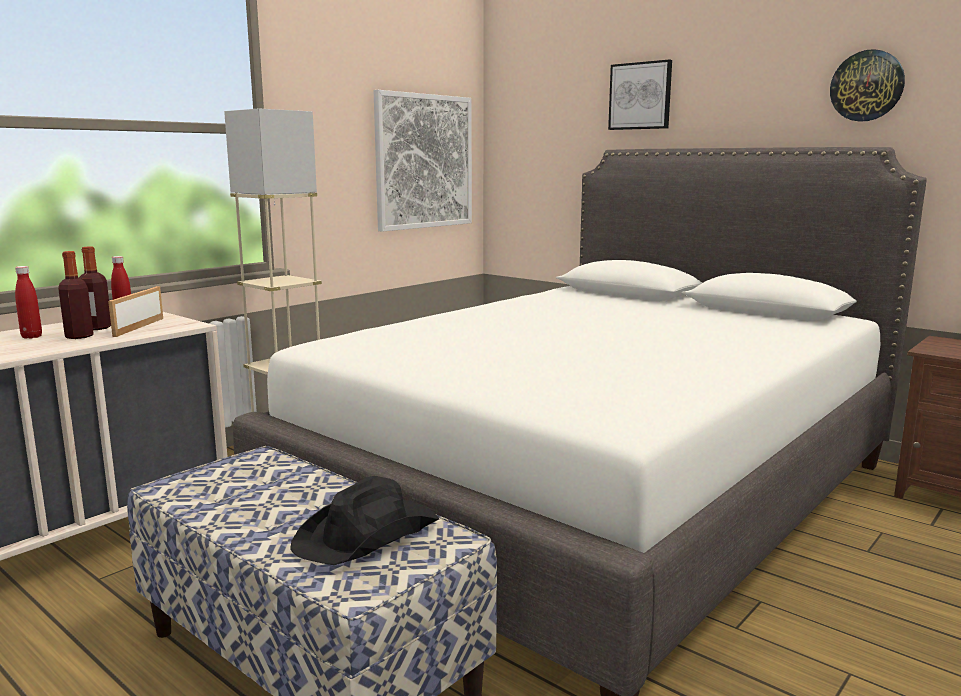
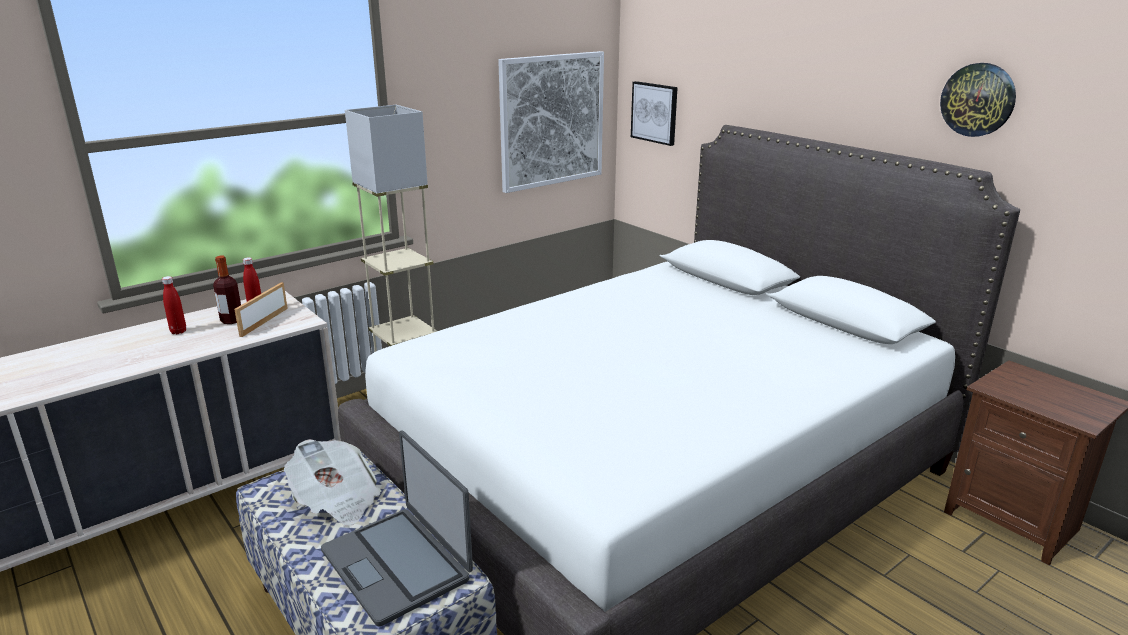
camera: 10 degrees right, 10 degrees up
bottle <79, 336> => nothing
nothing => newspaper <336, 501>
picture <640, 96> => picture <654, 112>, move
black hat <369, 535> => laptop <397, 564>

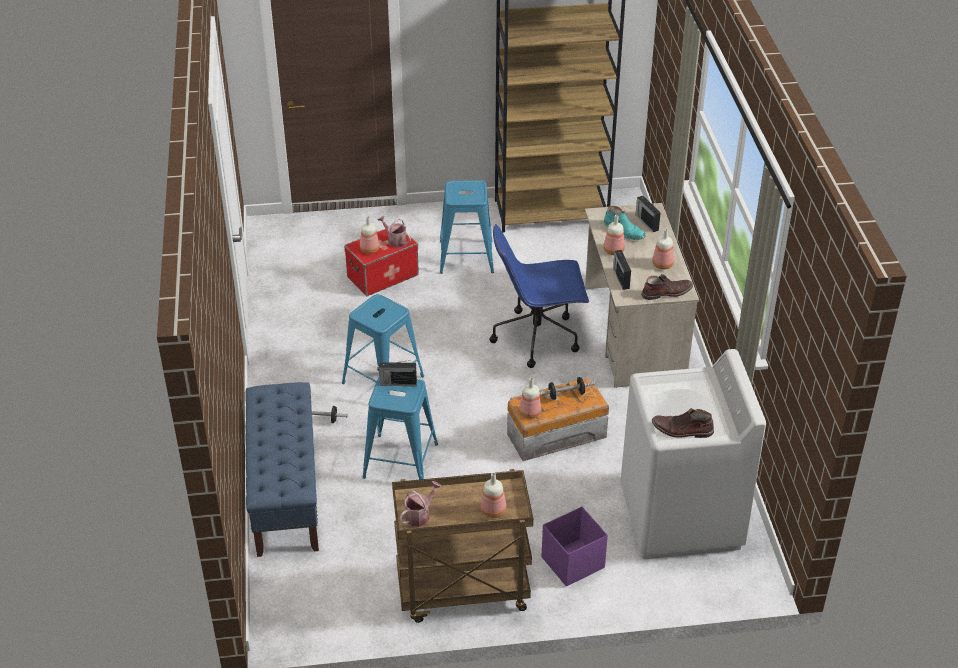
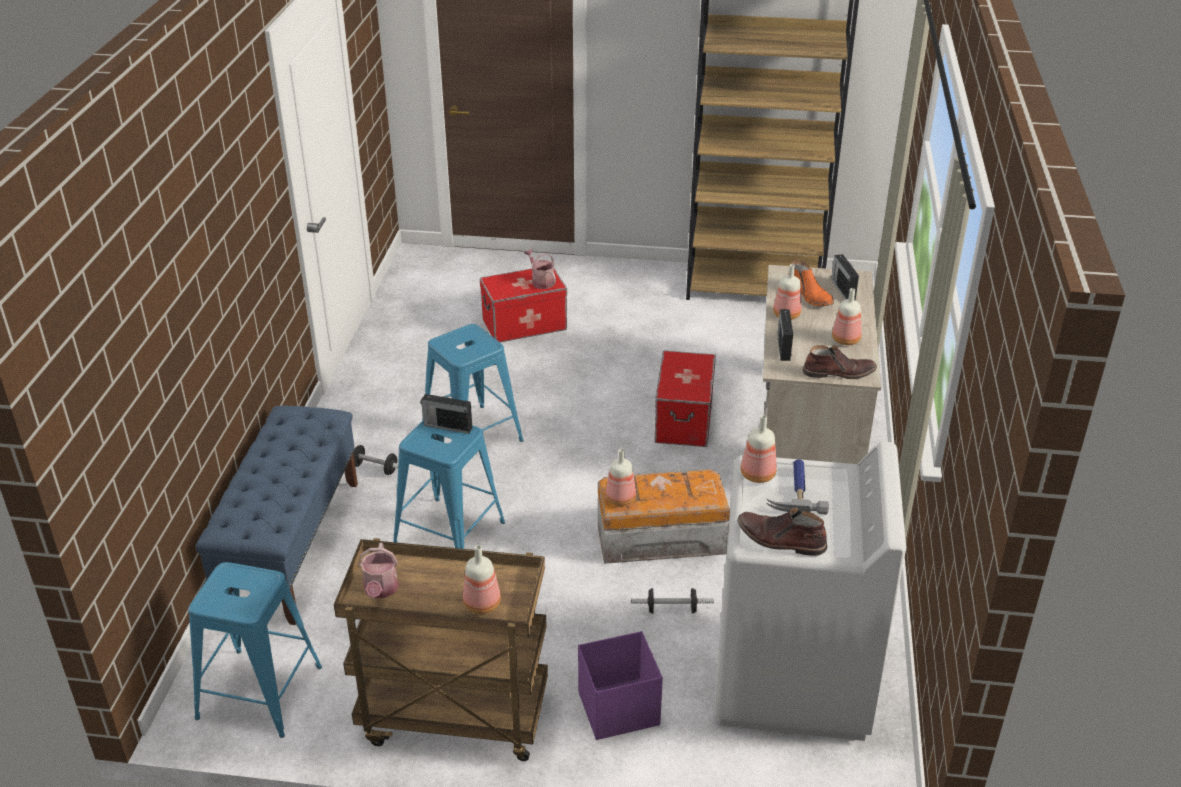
camera: 15 degrees right, 5 degrees down
nothing => hammer <795, 490>
bottle <369, 249> => bottle <756, 474>, move
blue stool <466, 256> => blue stool <260, 692>, move
dumbbell <566, 395> => dumbbell <671, 609>, move
blue office chair <537, 337> => storage box <683, 420>
turquoise boot <624, 231> => orange boot <810, 295>
watering can <420, 515> => watering can <380, 590>, 120 degrees clockwise

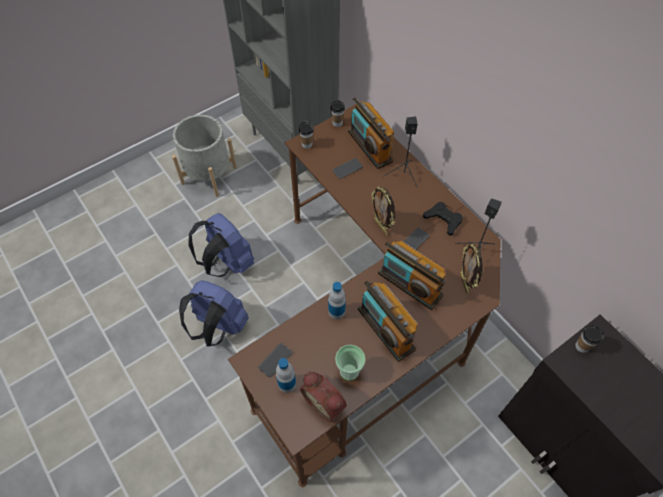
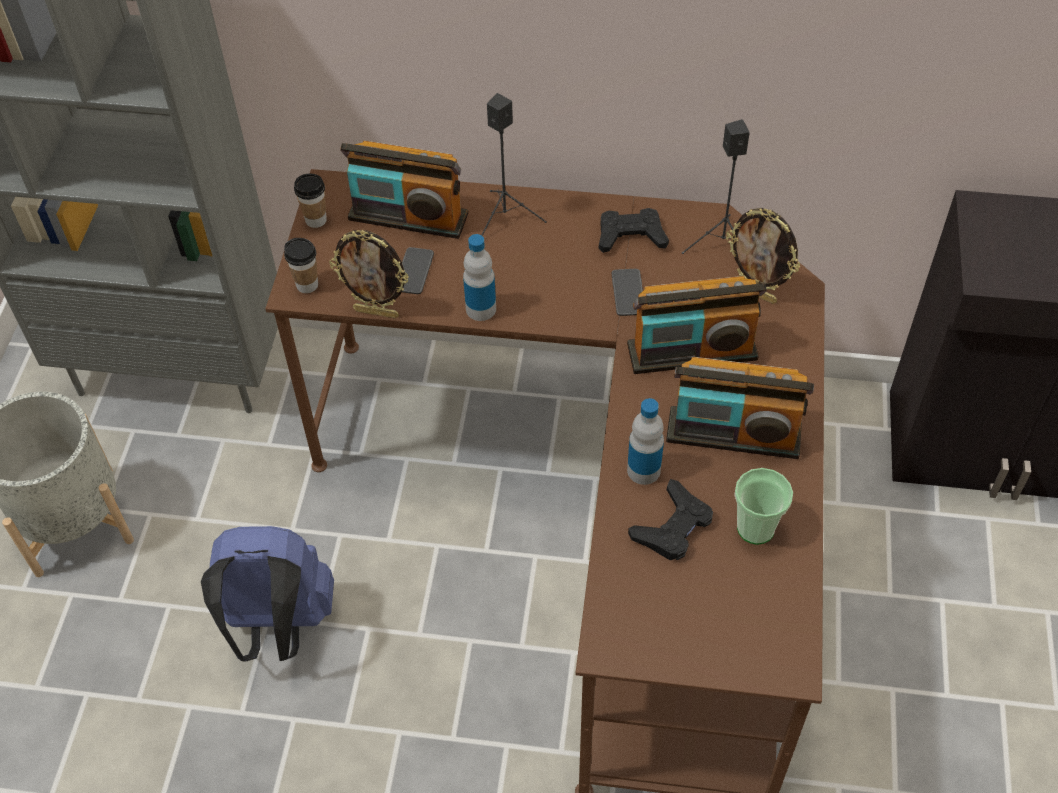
camera: 45 degrees left, 5 degrees down
blue backpack <218, 327> => nothing
phone <275, 360> => nothing
alarm clock <325, 402> => nothing
cup <582, 346> => nothing
nothing => black game controller <673, 527>
bottle <287, 384> => bottle <481, 309>, move
picture frame <381, 227> => picture frame <377, 312>, move

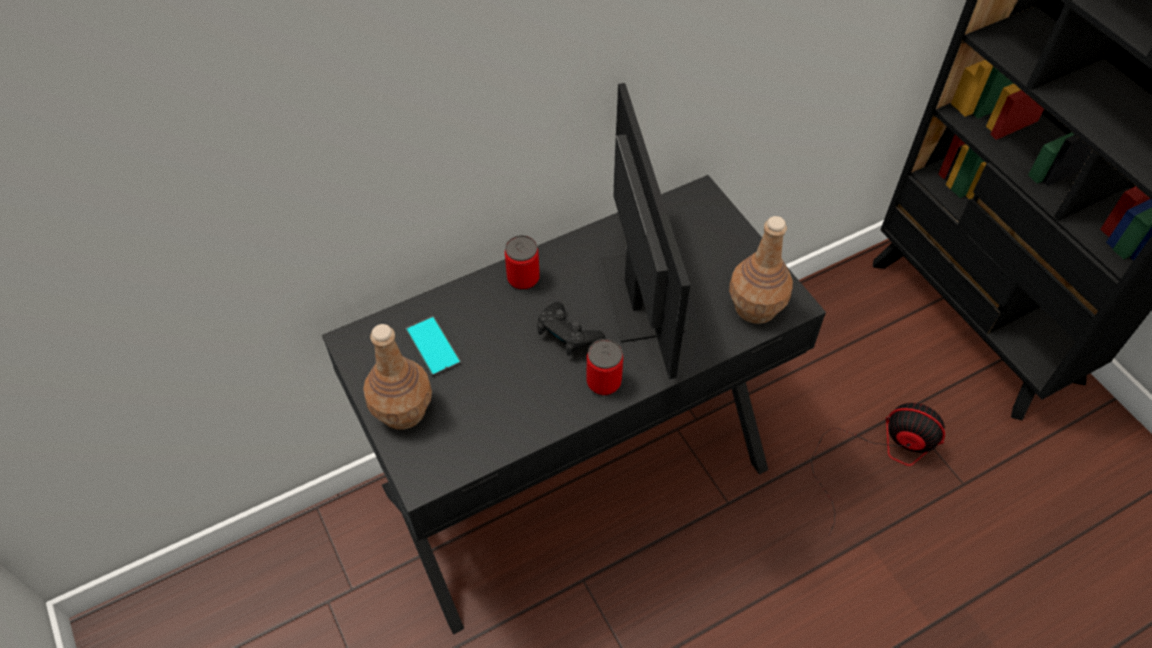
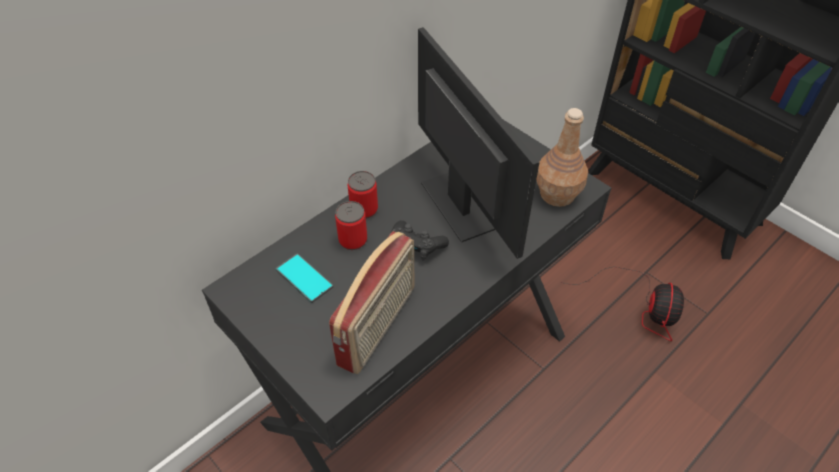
camera: 15 degrees left, 5 degrees down
brown bottle <403, 409> => nothing
nothing => radio <378, 326>
can <603, 382> => can <353, 240>, move
fan <879, 454> => fan <641, 306>, 90 degrees clockwise

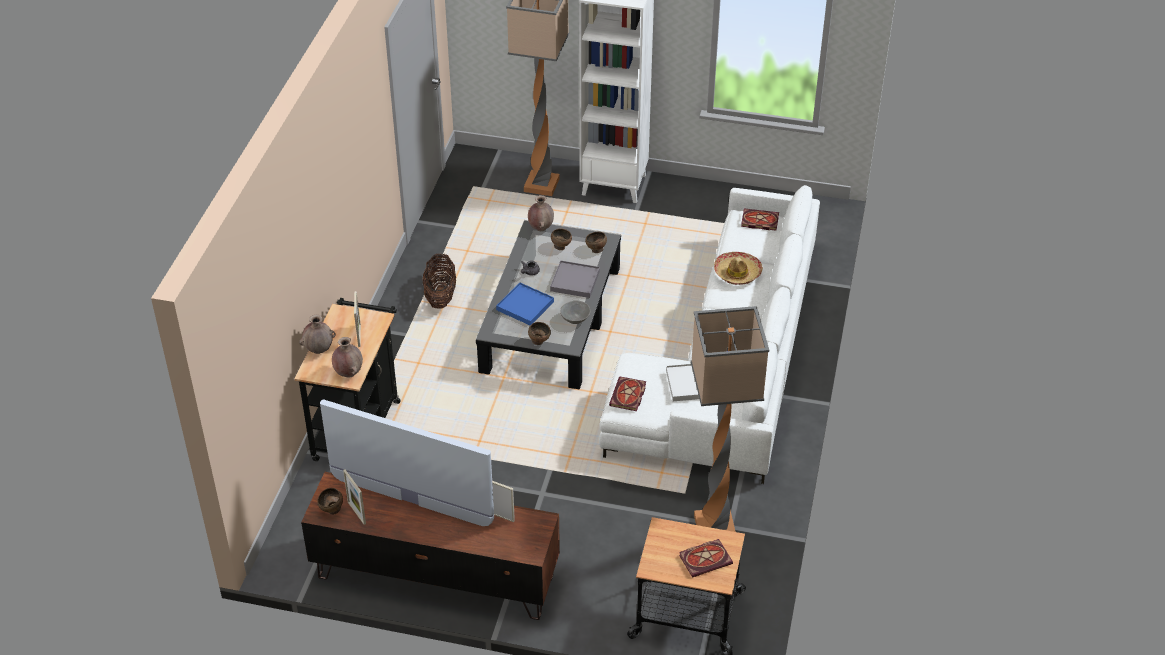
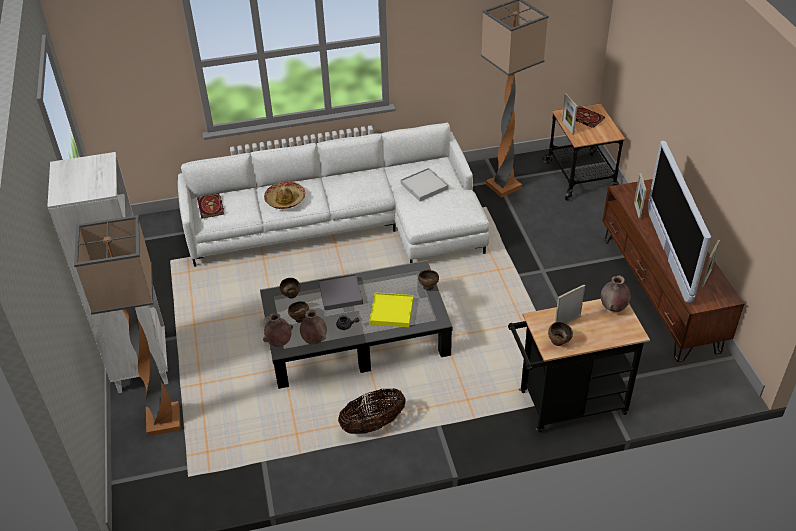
camera: 115 degrees left, 0 degrees up
grey bowl <575, 319> => nothing
book <628, 396> => nothing
nothing => picture frame <567, 128>
brown vase <319, 350> => brown vase <314, 340>, move
brown bowl <332, 510> => brown bowl <559, 342>, move
blue tray <525, 306> => yellow tray <392, 311>

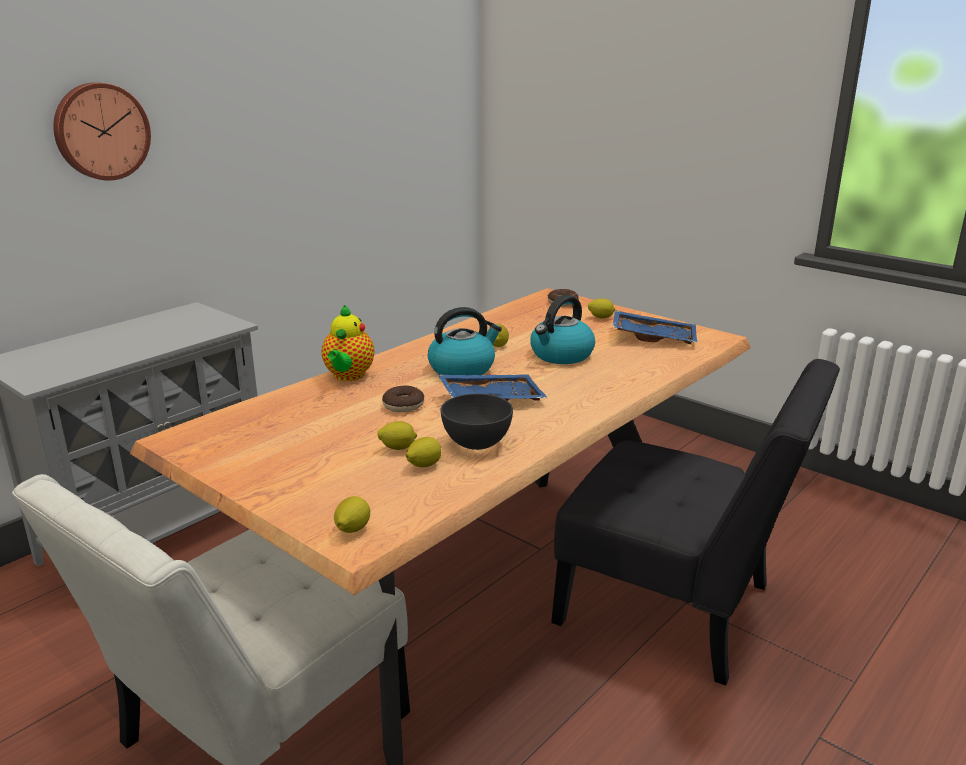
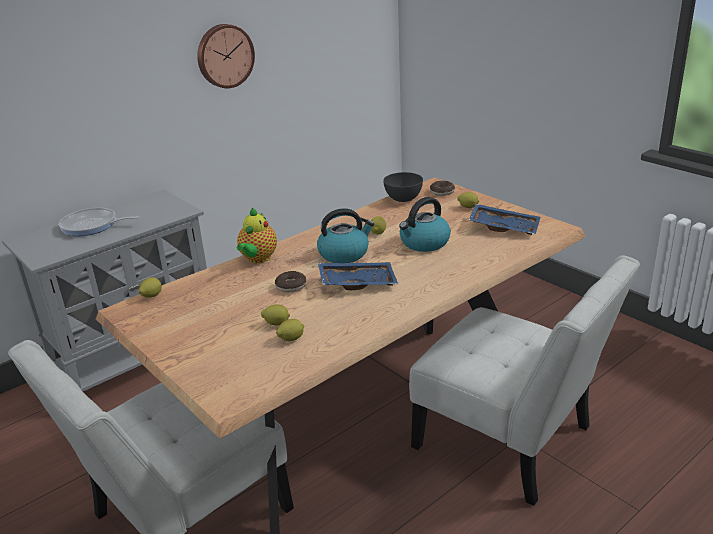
camera: 10 degrees right, 5 degrees up
nothing => frying pan <92, 226>
wall clock <101, 131> => wall clock <224, 56>, move
lemon <352, 529> => lemon <151, 296>, move
grey bowl <477, 443> => grey bowl <403, 199>, move
black chair <676, 610> => white chair <511, 442>

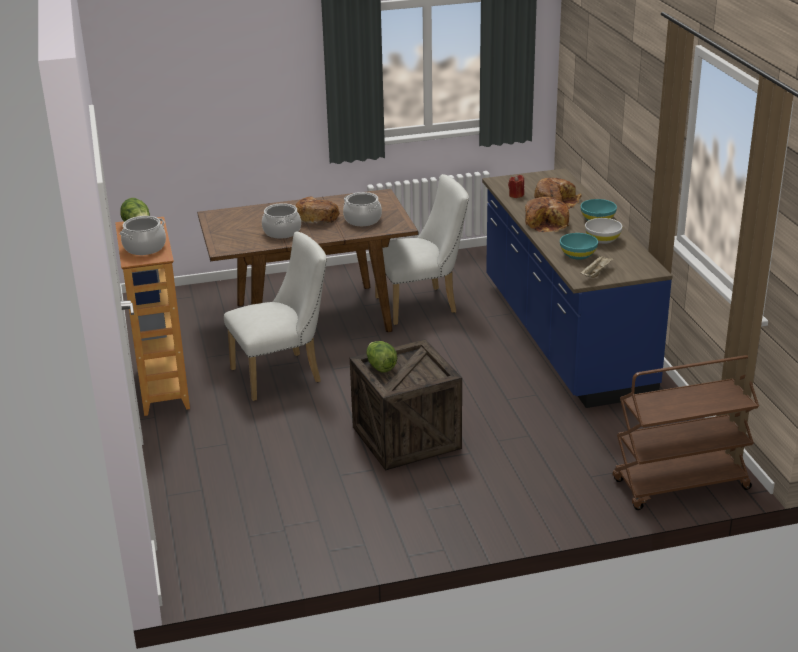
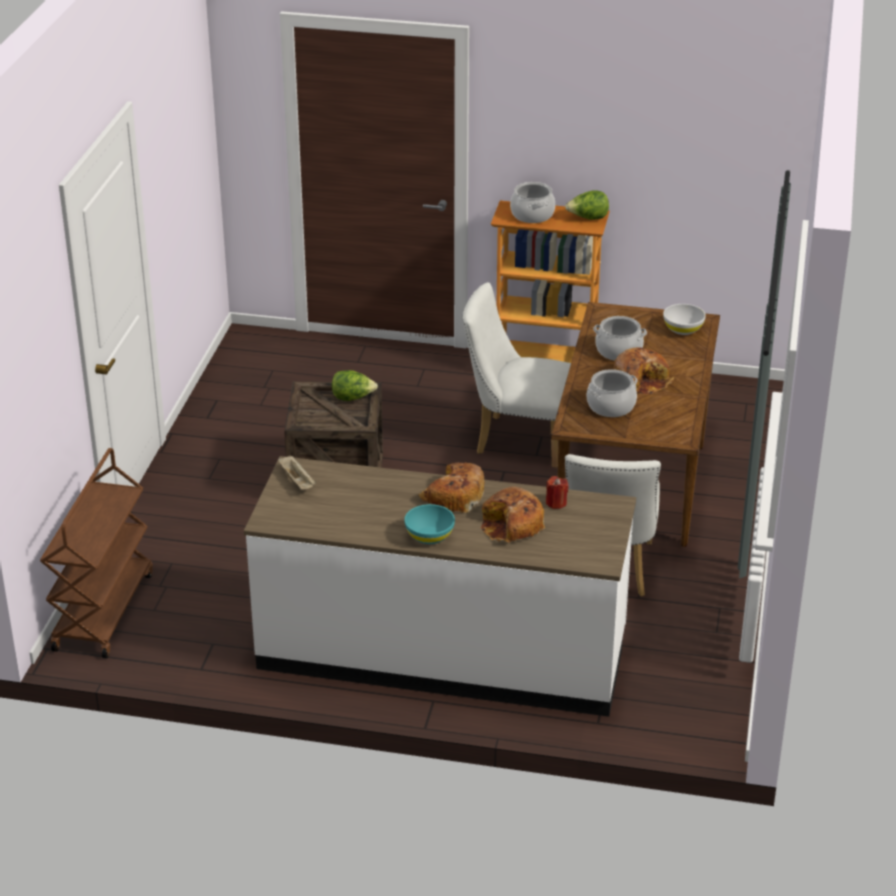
camera: 115 degrees right, 5 degrees up
turquoise bowl <578, 255> => nothing
white bowl <602, 239> => white bowl <683, 329>, move
blue counter <563, 336> => white counter <442, 652>
white chair <283, 375> => white chair <516, 440>, 105 degrees clockwise

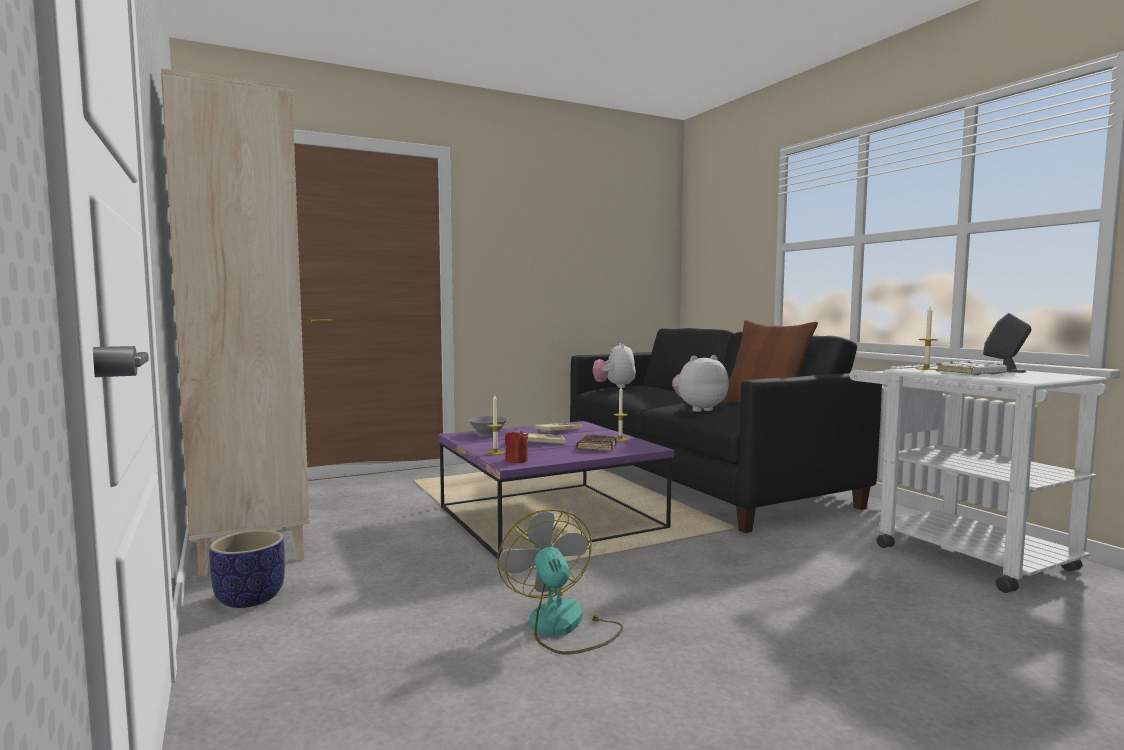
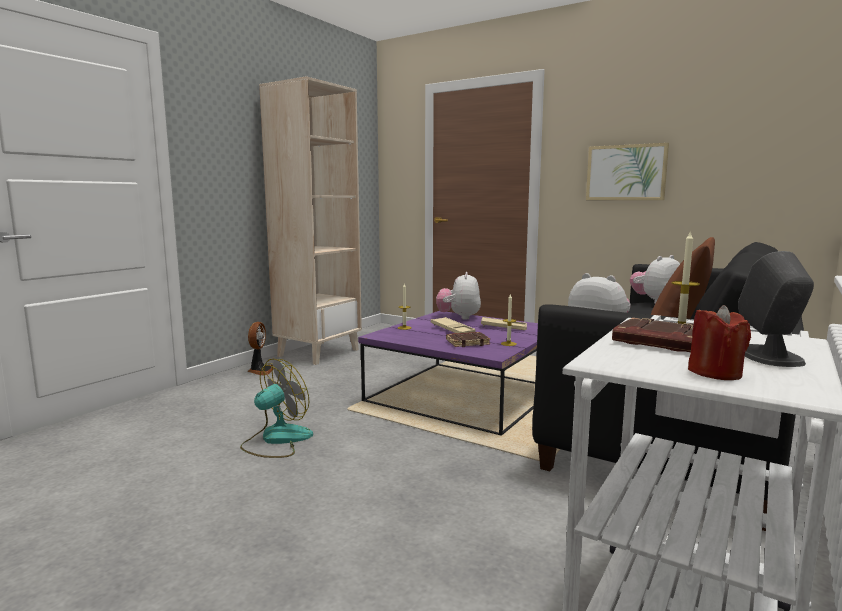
camera: 60 degrees right, 5 degrees up
nothing => picture <626, 172>
red candle <516, 460> => red candle <715, 373>, move
planter <249, 598> => fan <261, 370>
grey bowl <488, 434> => plush toy <459, 317>
white book <970, 373> => brown book <659, 343>

